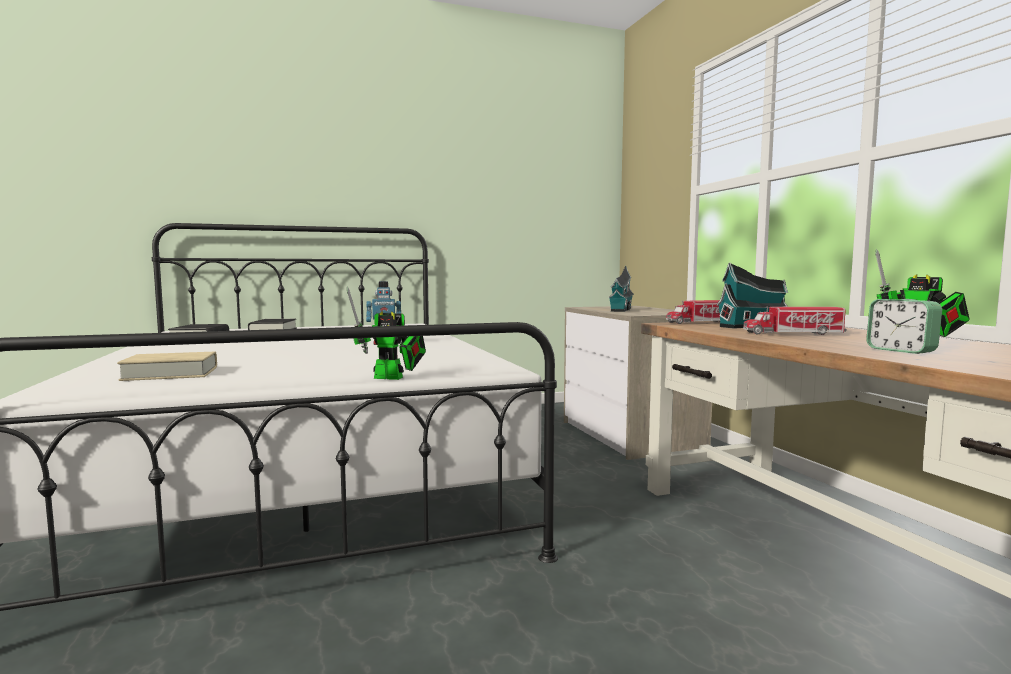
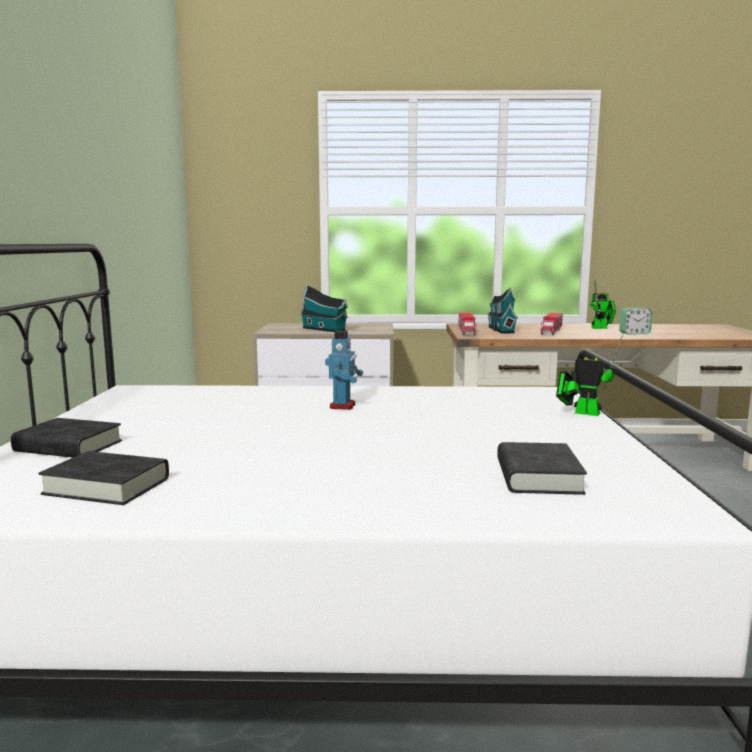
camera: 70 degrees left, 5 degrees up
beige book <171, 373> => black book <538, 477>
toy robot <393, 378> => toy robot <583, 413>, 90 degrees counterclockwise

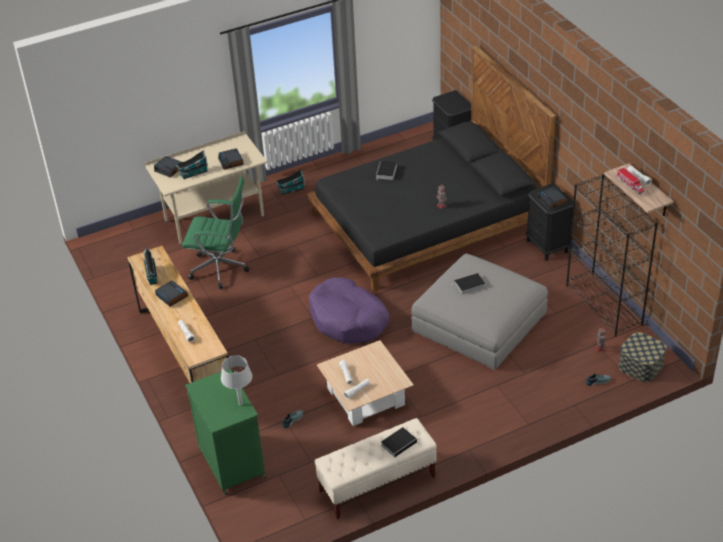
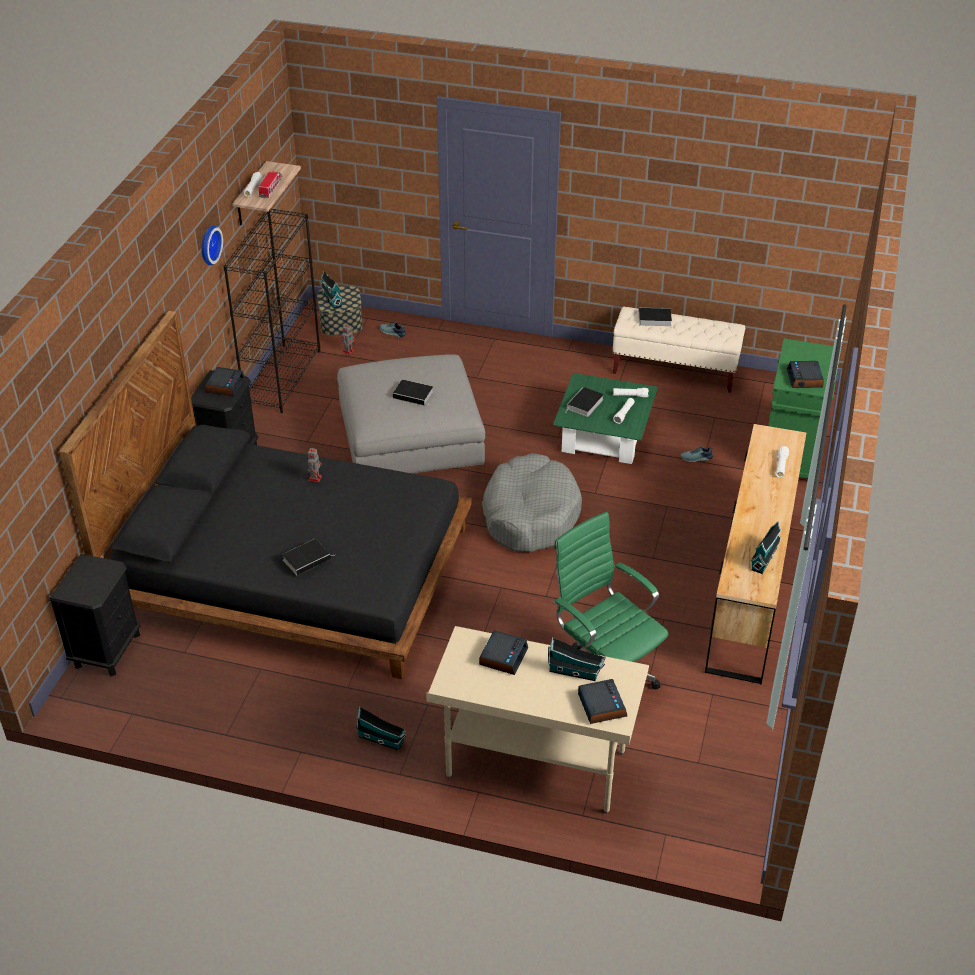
camera: 140 degrees left, 0 degrees up
grey table lamp <240, 404> => nothing
nothing => wall clock <208, 244>
nothing => toy house <331, 298>
nothing => book <584, 405>
alarm clock <171, 296> => alarm clock <805, 379>, move
purple dog bed <348, 319> => grey dog bed <530, 515>
beige coffee table <365, 397> => green coffee table <604, 436>

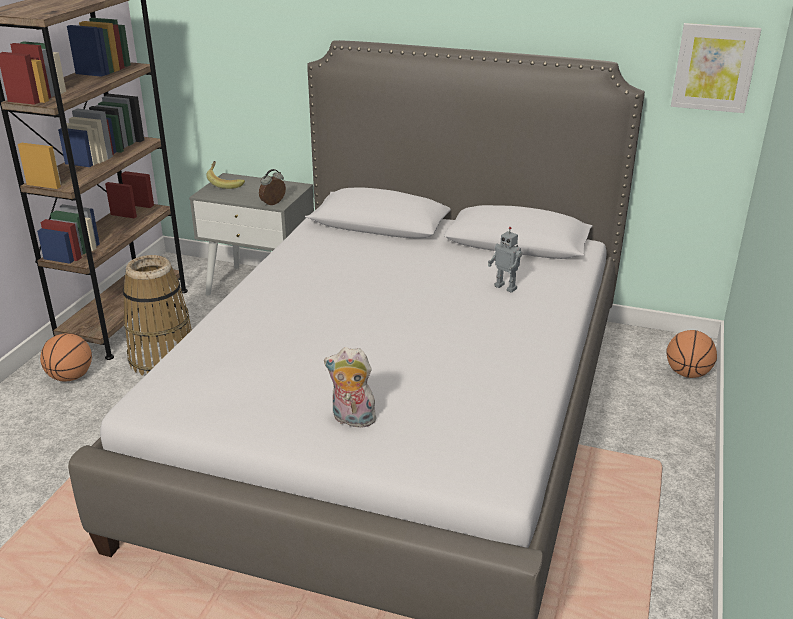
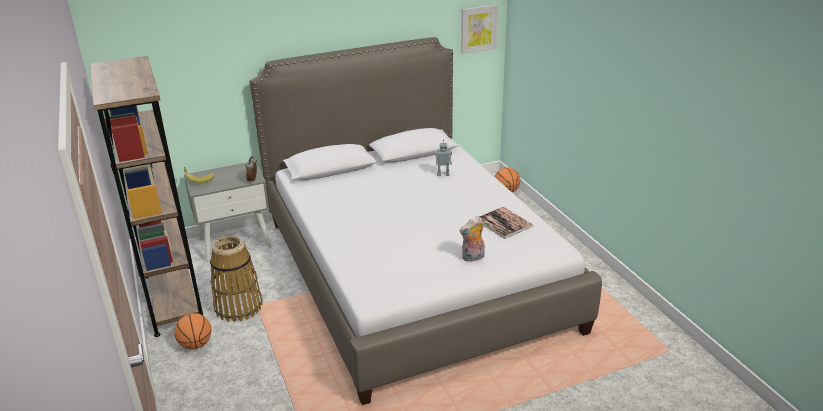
camera: 40 degrees left, 0 degrees up
nothing => book <504, 223>

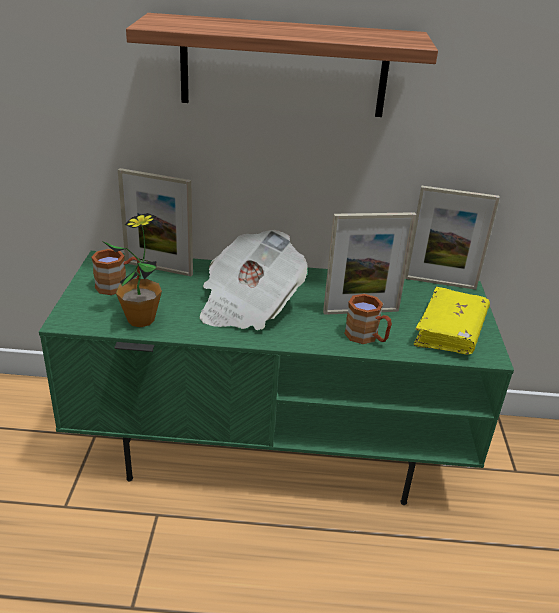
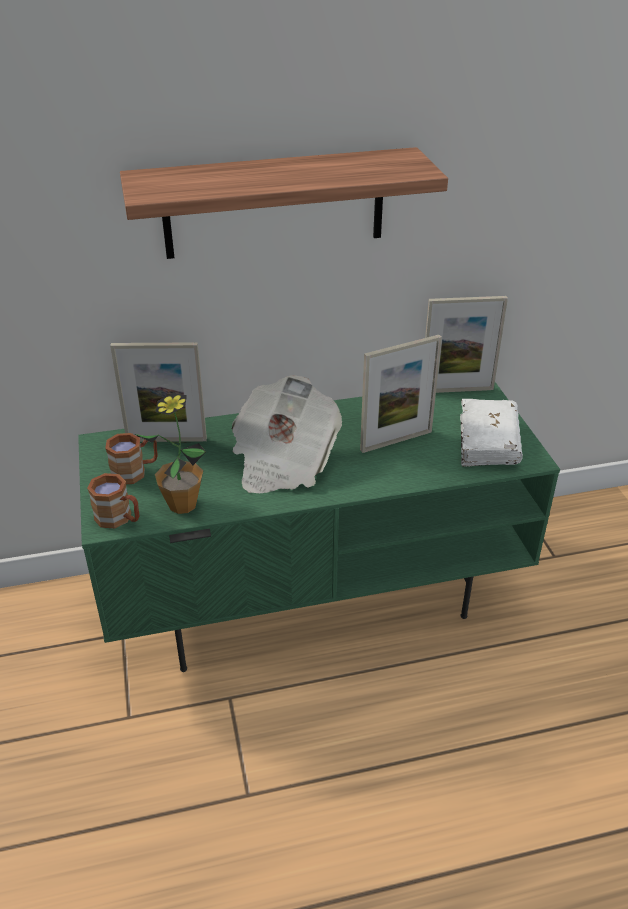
camera: 15 degrees left, 5 degrees up
brown mug <367, 337> => brown mug <119, 519>, move
yellow book <450, 331> => white book <488, 442>

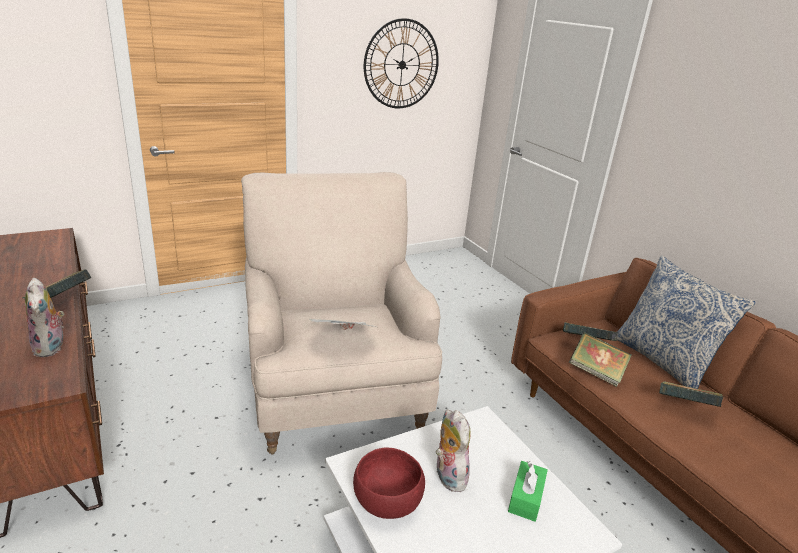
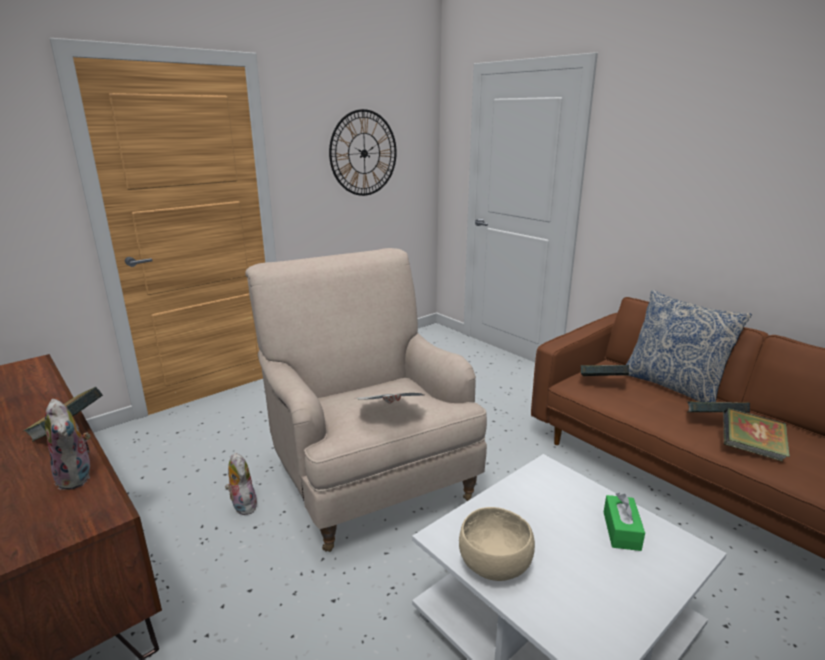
camera: 10 degrees left, 5 degrees down
plush toy <447, 476> => plush toy <242, 505>, move
book <596, 372> => book <750, 450>, move
red bowl <387, 502> => beige bowl <495, 565>

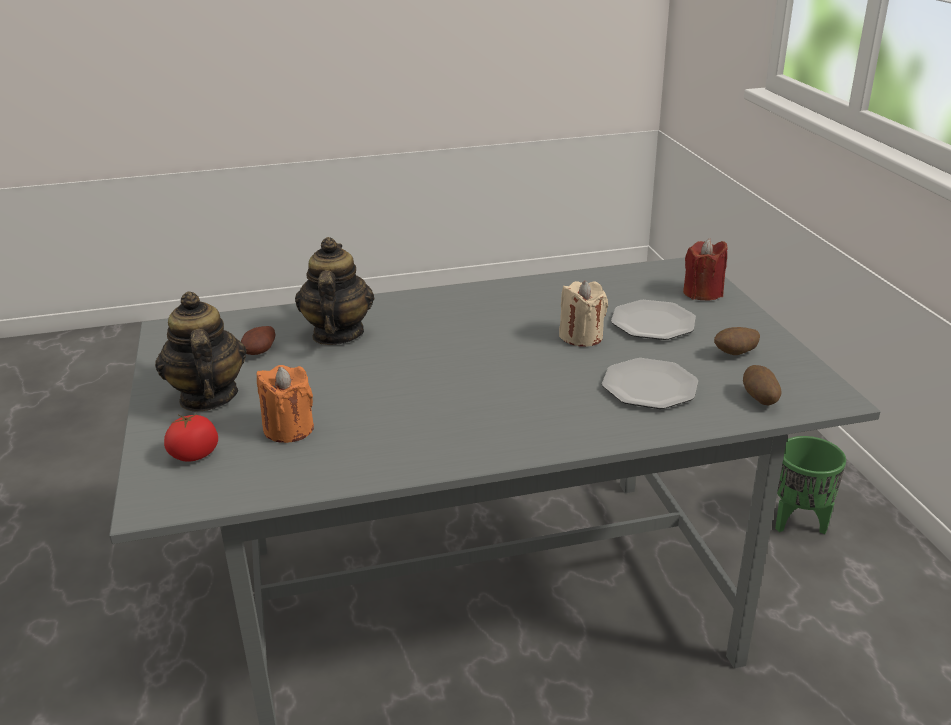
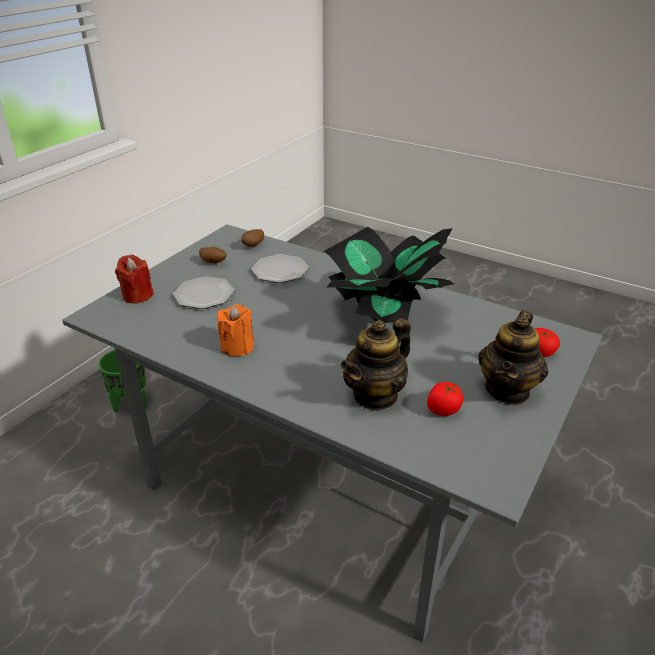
camera: 135 degrees left, 5 degrees up
beige candle <581, 337> => nothing
nothing => potted plant <383, 316>
orange candle <289, 429> => orange candle <237, 347>, move
potato <261, 352> => tomato <443, 410>

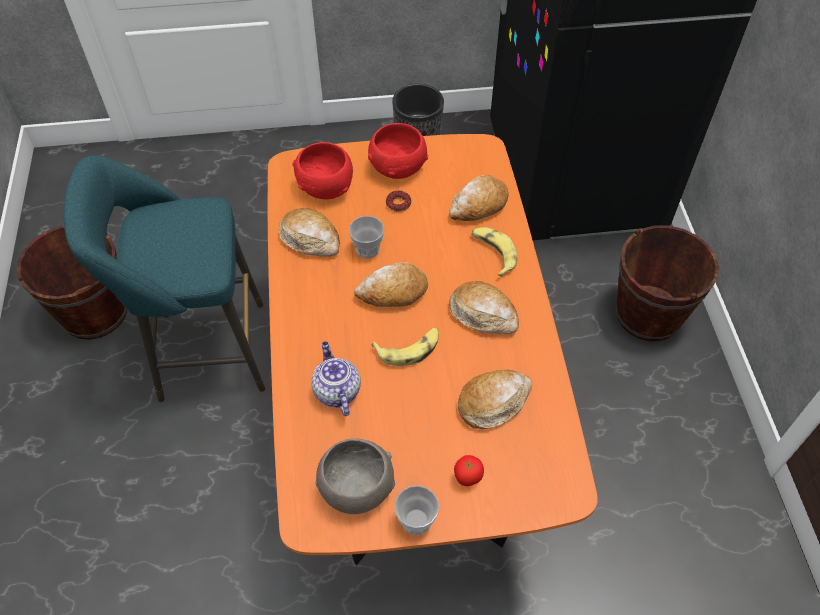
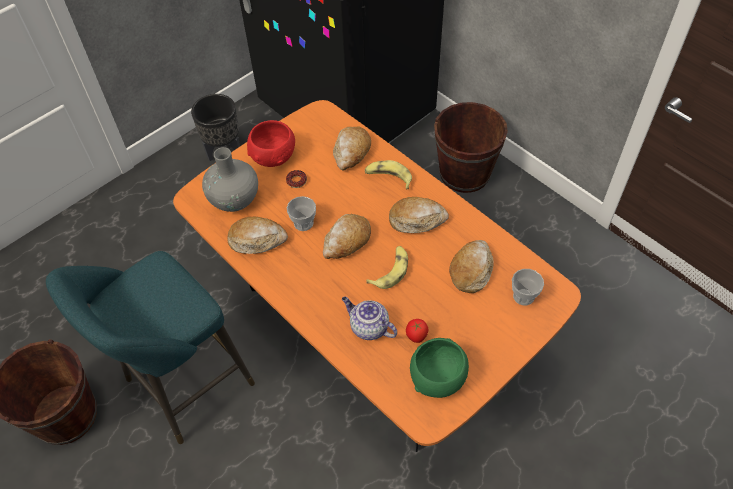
camera: 35 degrees left, 0 degrees up
cup <416, 521> => cup <523, 296>, move
tomato <467, 477> => tomato <416, 337>, move
red bowl <325, 188> => grey vase <234, 199>
grey bowl <356, 488> => green bowl <437, 378>

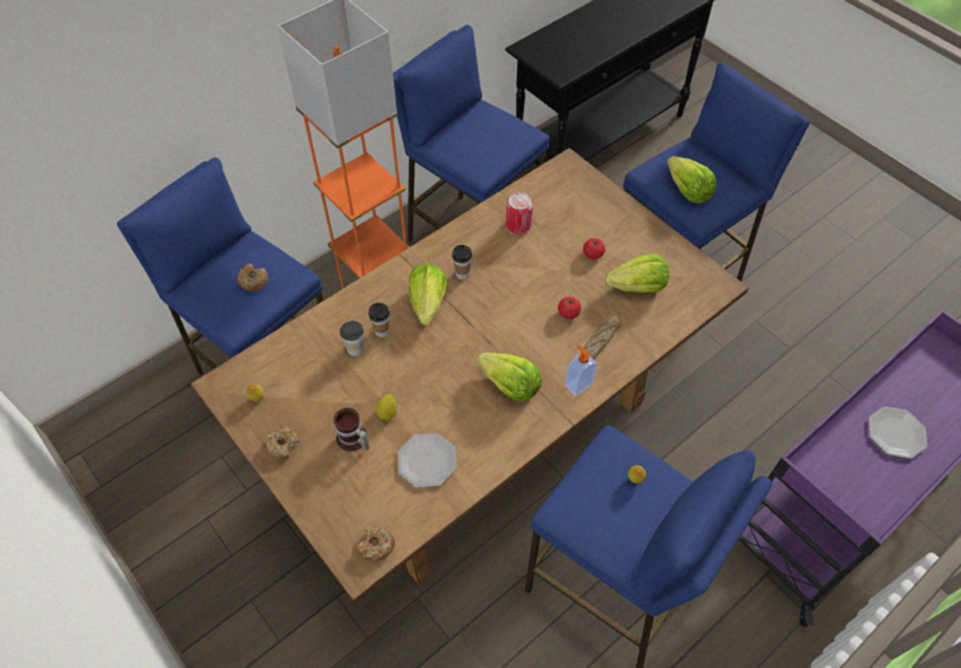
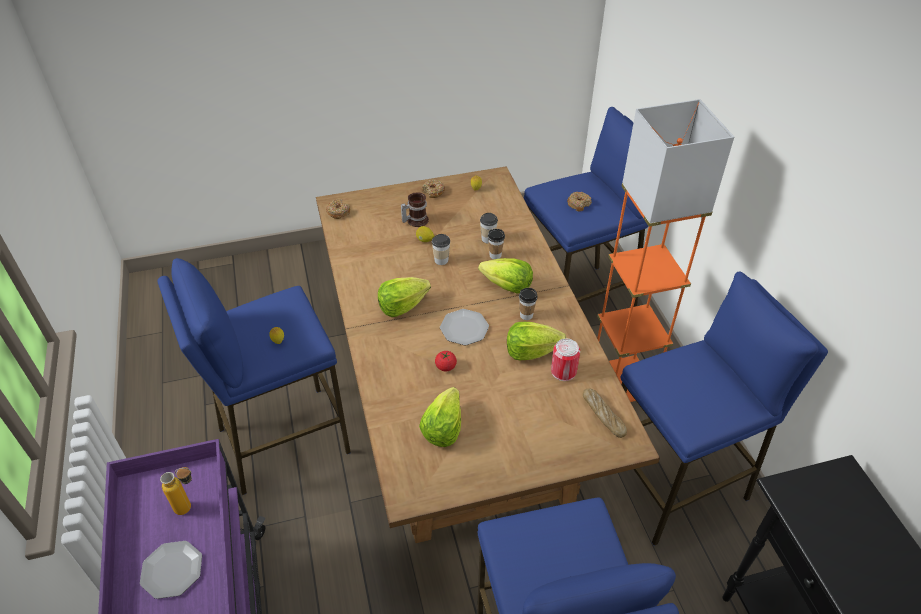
camera: 115 degrees right, 10 degrees down
soap dispenser <578, 384> => nothing
tomato <593, 254> => nothing
nothing => bottle <190, 507>
nothing => cup <441, 260>
plate <427, 462> => plate <463, 328>, move
bread <600, 341> => bread <603, 415>, move
lettuce <687, 191> => lettuce <531, 351>, move

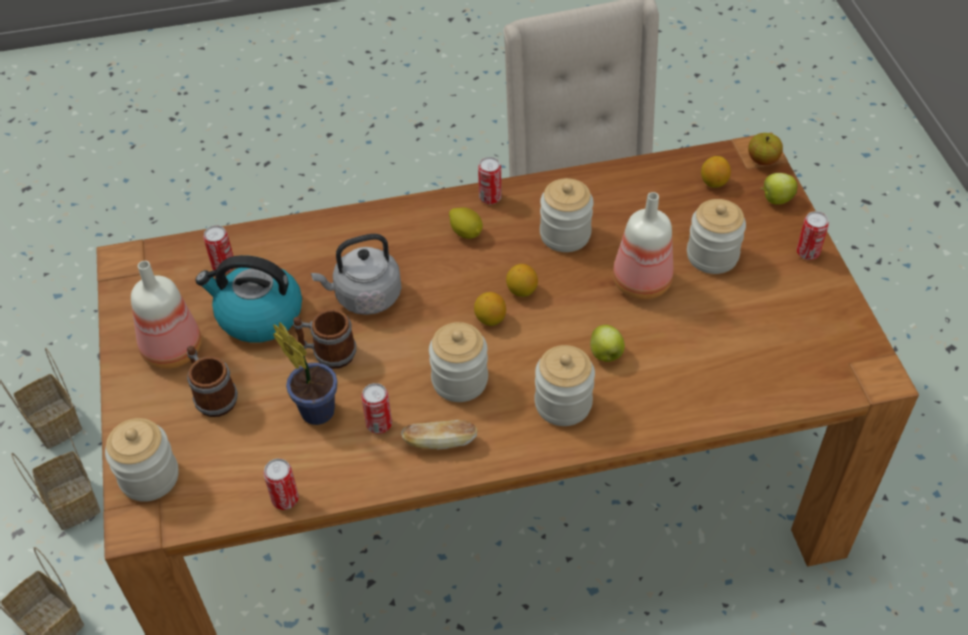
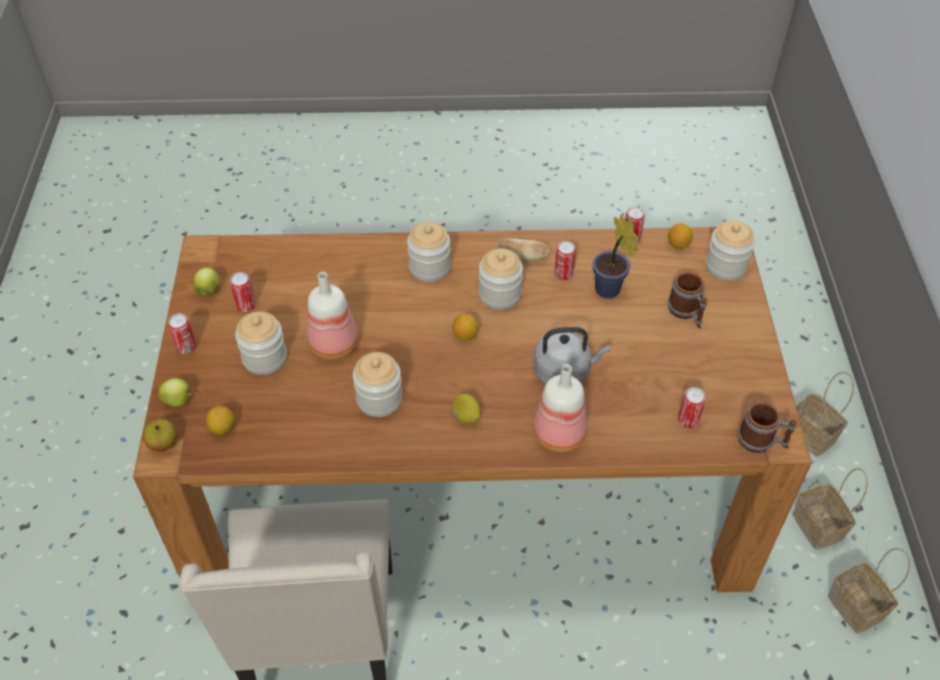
camera: 170 degrees left, 0 degrees up
kettle <258, 315> => nothing
bottle <173, 351> => bottle <558, 433>, move
mug <327, 353> => mug <762, 441>, move
can <490, 198> => can <246, 305>, move
lemon <521, 291> => lemon <678, 244>, move
apple <606, 355> => apple <209, 290>, move

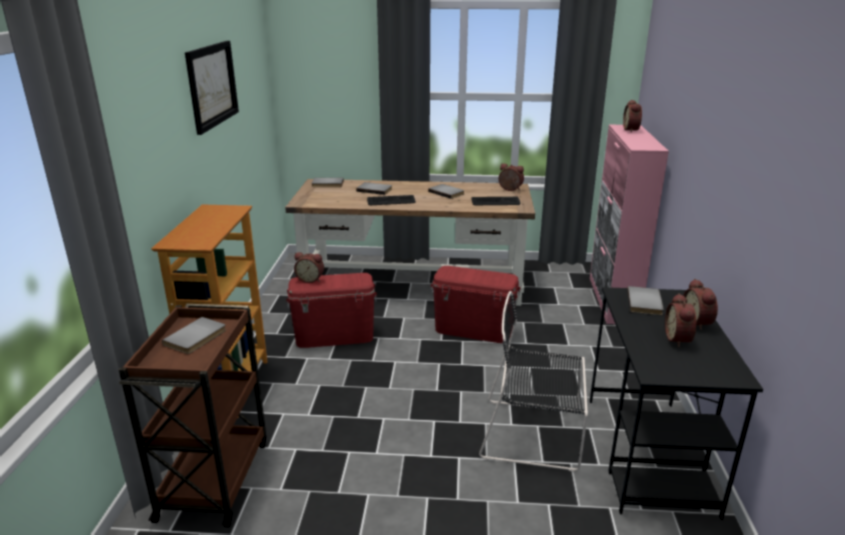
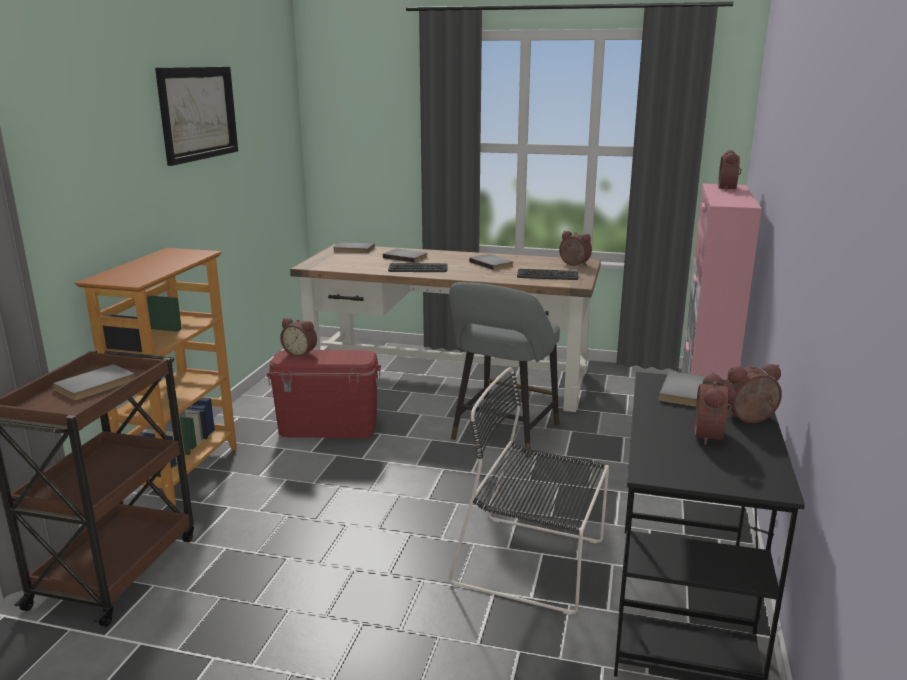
camera: 10 degrees right, 5 degrees down
red storage box <473, 330> => grey stool <503, 435>
alarm clock <698, 322> => alarm clock <749, 419>, 75 degrees clockwise

